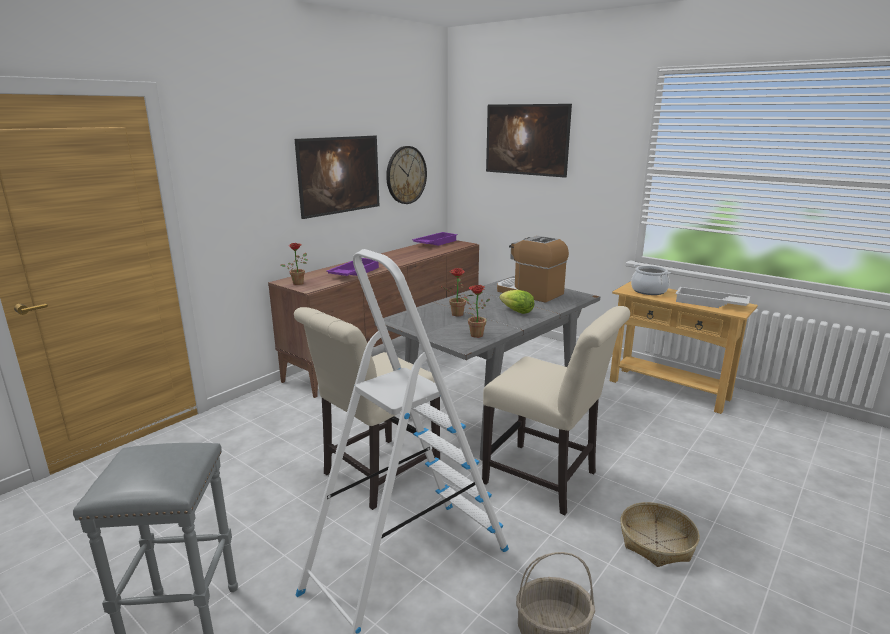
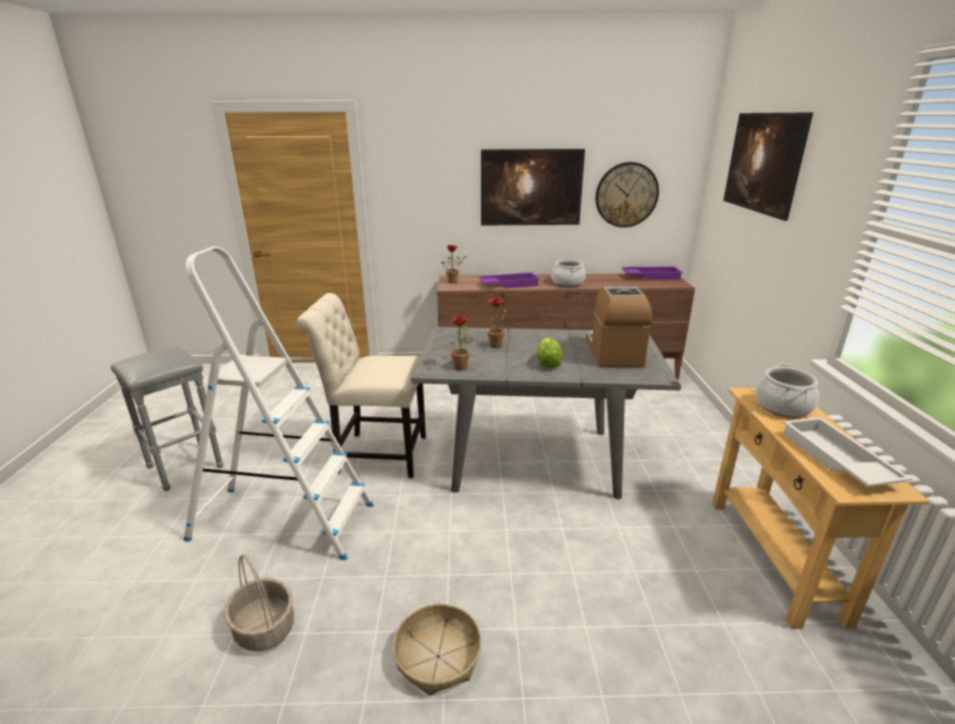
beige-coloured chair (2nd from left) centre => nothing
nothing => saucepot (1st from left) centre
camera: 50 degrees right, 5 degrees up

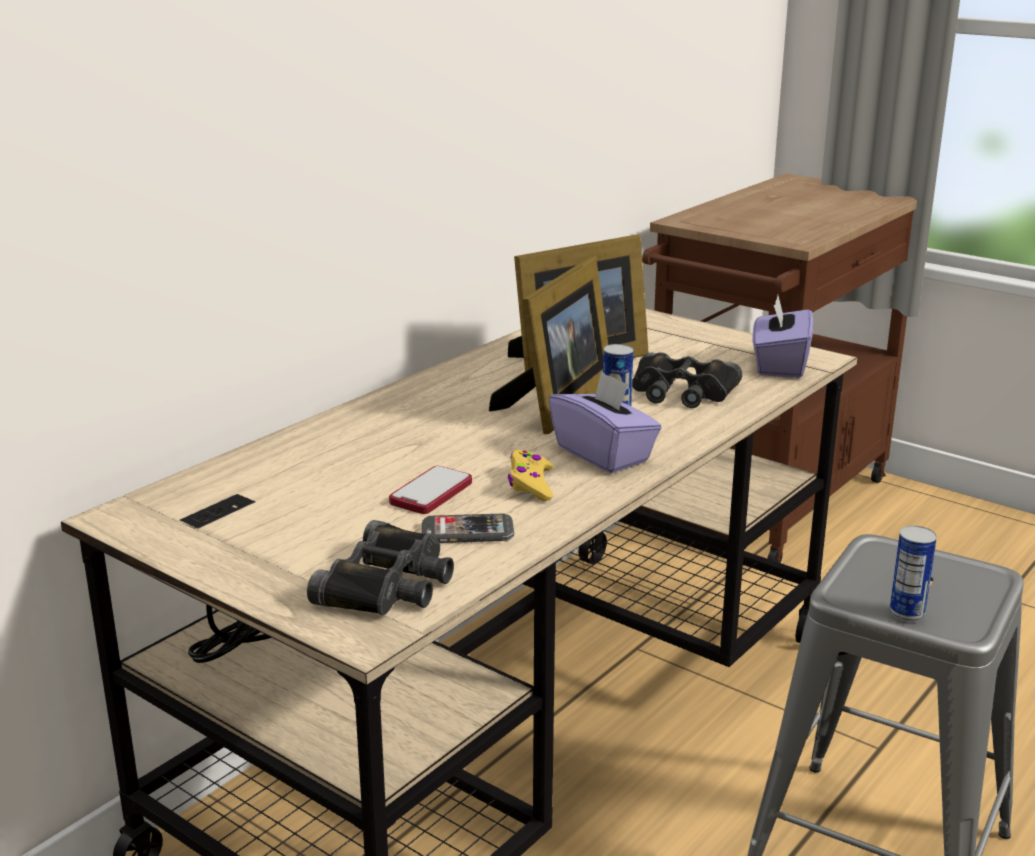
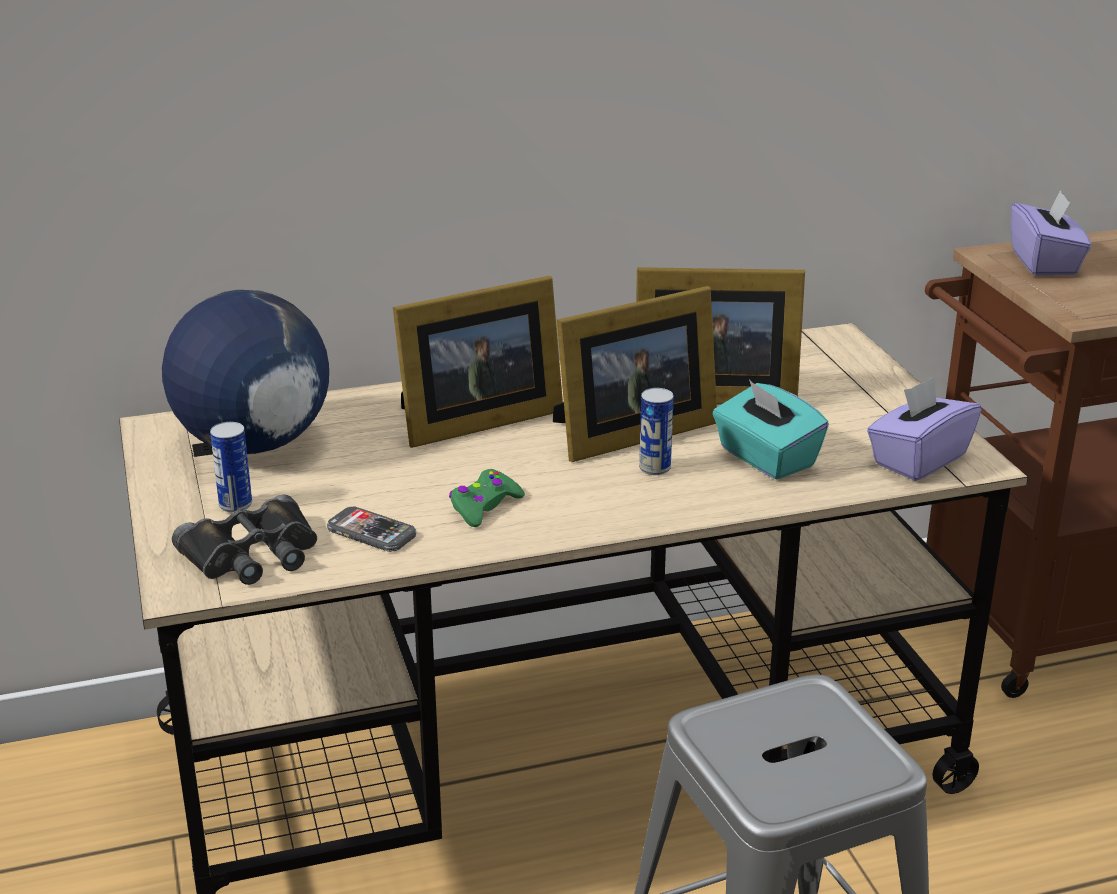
black-coloured field glasses (2nd from left) centre => turquoise-coloured tissue holder middle right
purplish tissue holder (1st from left in the first image) centre => purplish tissue holder (2nd from left) top right, moved
yellow-coloured game controller centre => green-coloured game controller centre
handset (1st from left) centre => nothing
can (2nd from left in the first image) bottom right => can (1st from left) middle left, moved
nothing => standing frame (1st from left) centre
nothing => world globe middle left
camera: 35 degrees right, 5 degrees up

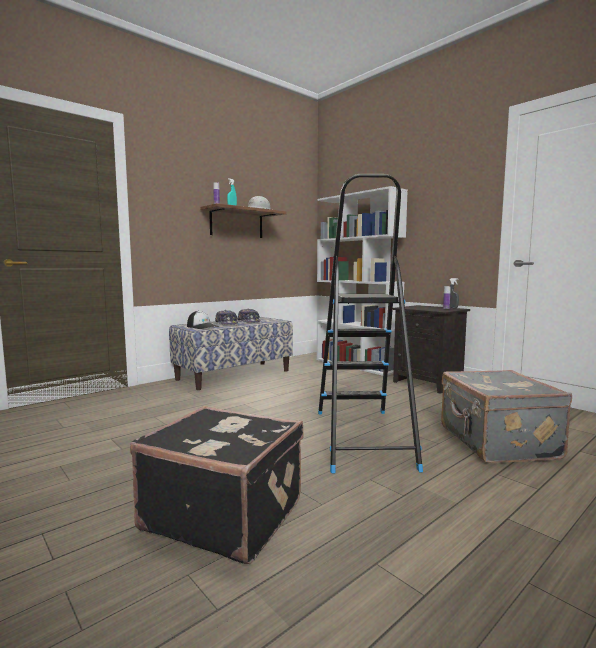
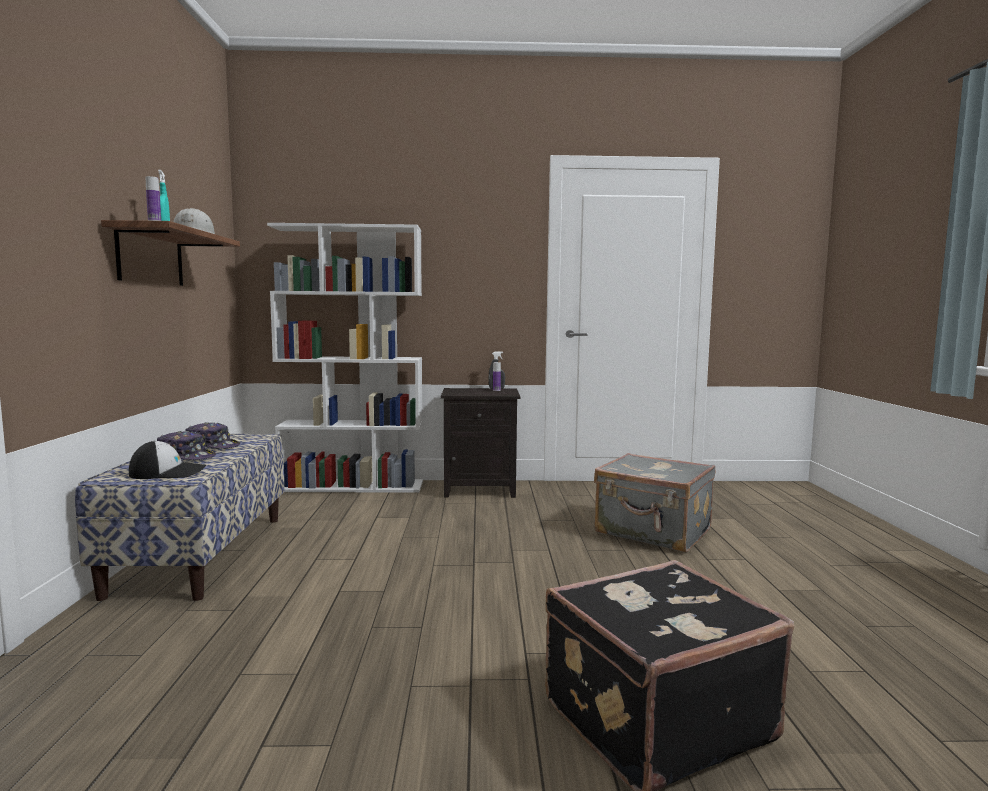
black-coloured stepladder centre => nothing
camera: 50 degrees left, 0 degrees up

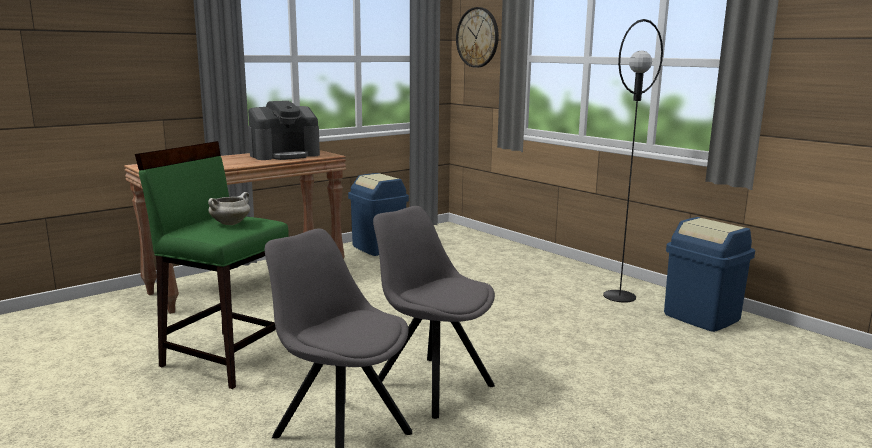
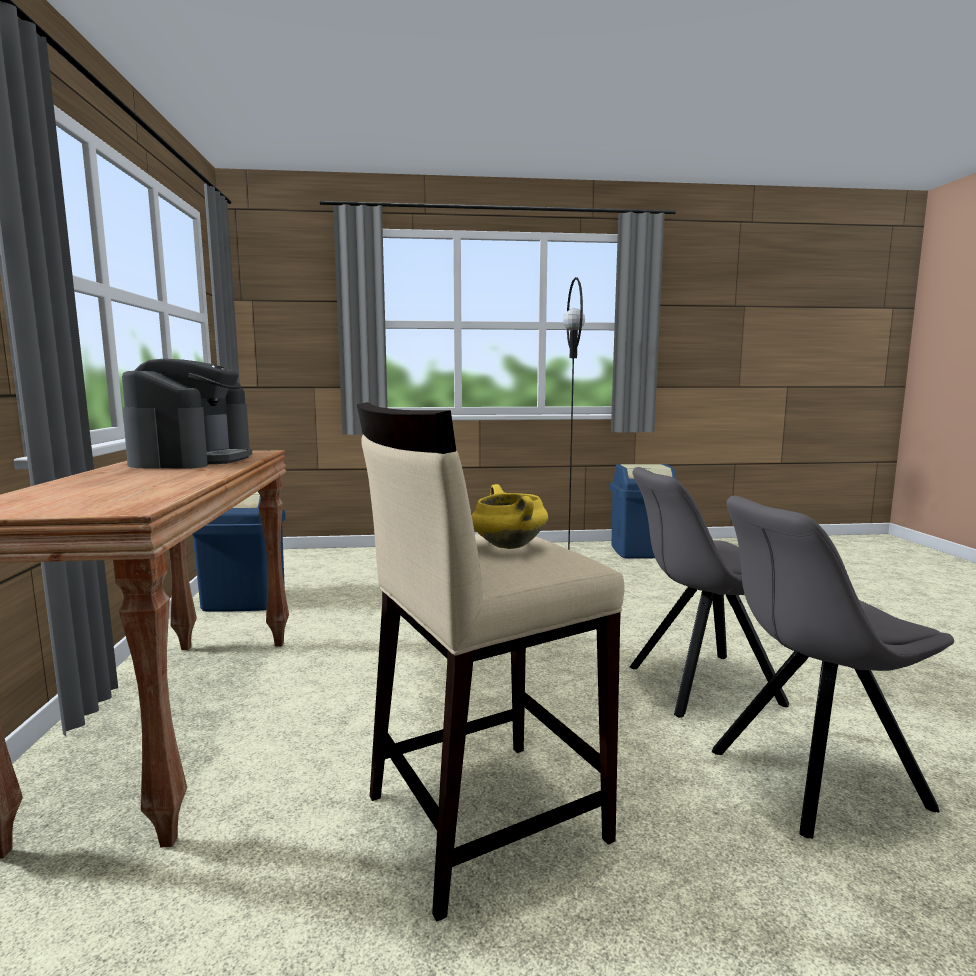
wall clock top centre => nothing
green-coloured stool middle left => beige-coloured stool bottom centre
white-coloured saucepot middle left => yellow-coloured saucepot centre
camera: 55 degrees left, 5 degrees down

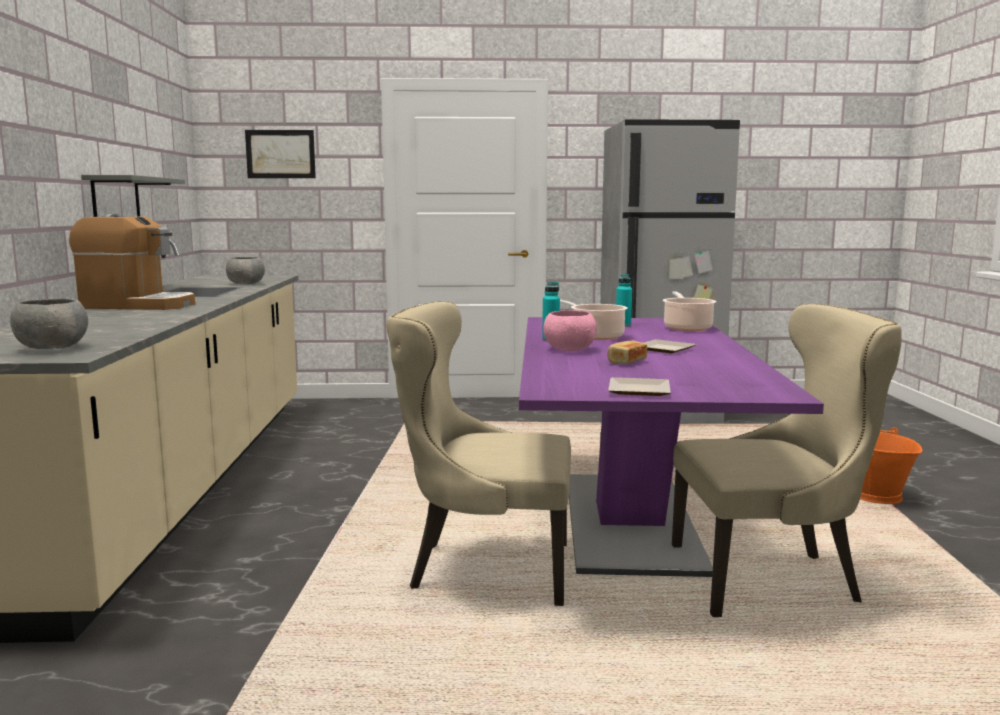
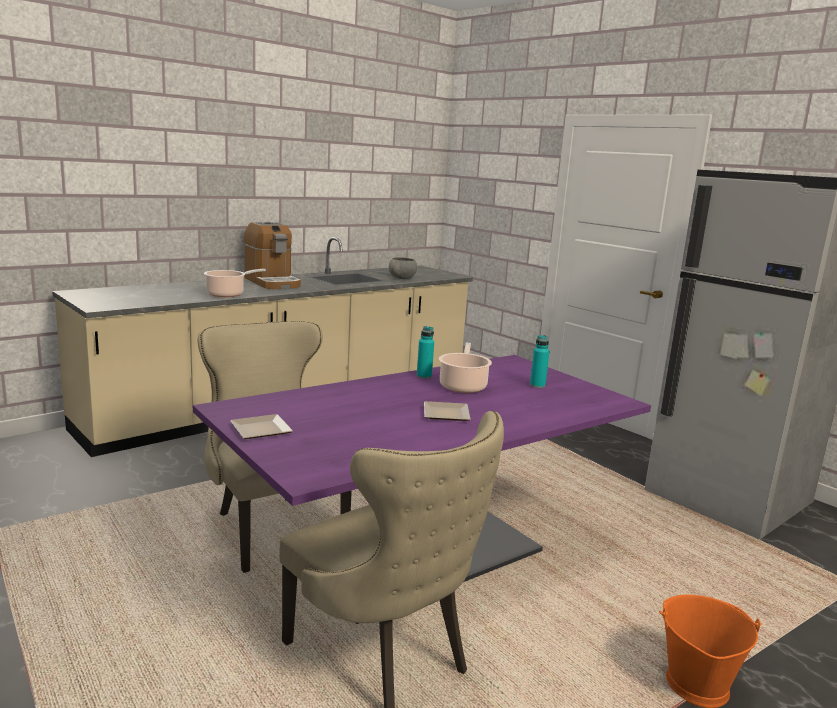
wall picture top left => nothing
grey bracket shelf top left => nothing
saucepot (2nd from left in the first image) middle right => saucepot (1st from left) middle left, moved
grey bowl (1st from left) middle left => nothing
pink bowl centre => nothing
bread centre => nothing
camera: 50 degrees right, 5 degrees up

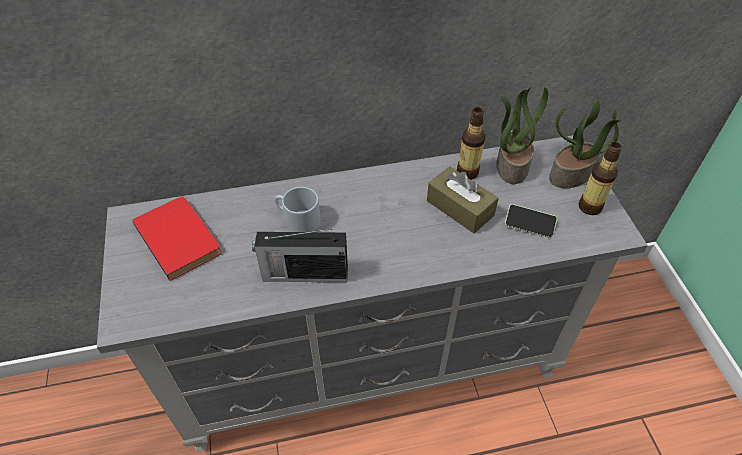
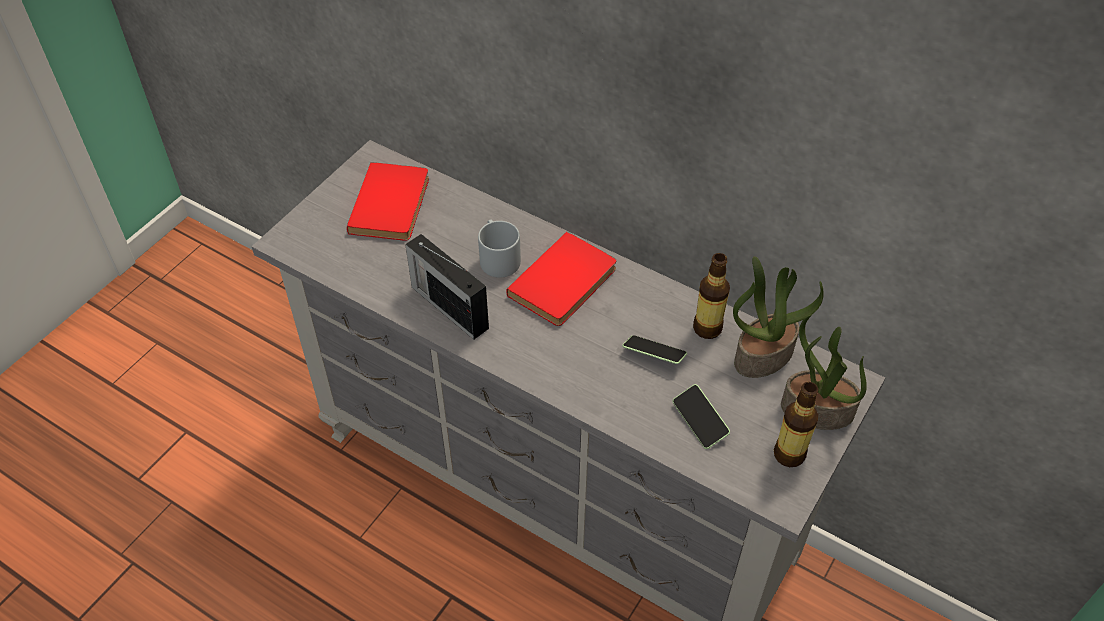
brown tissue holder centre => handset (1st from left) centre
nothing => red-coloured volume (2nd from left) centre
camera: 45 degrees right, 0 degrees up

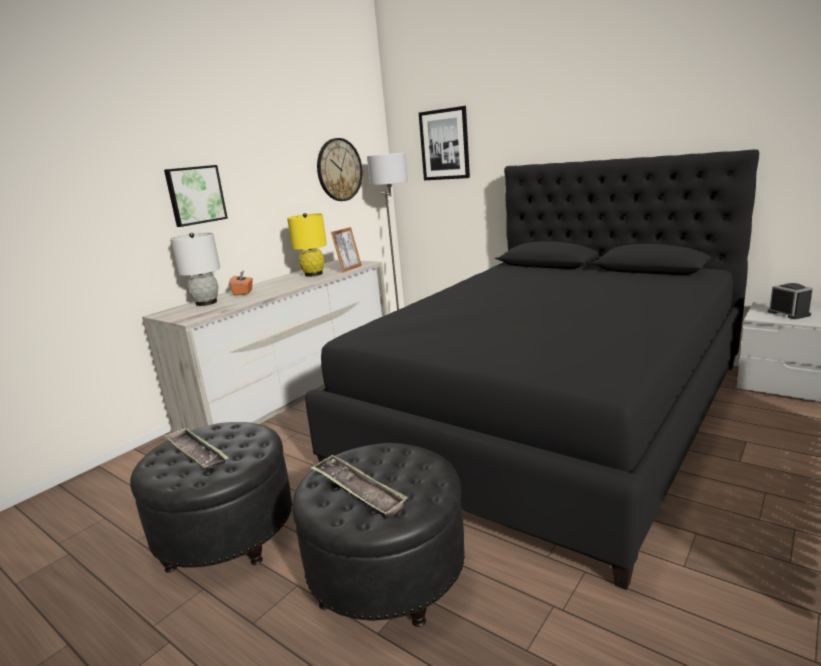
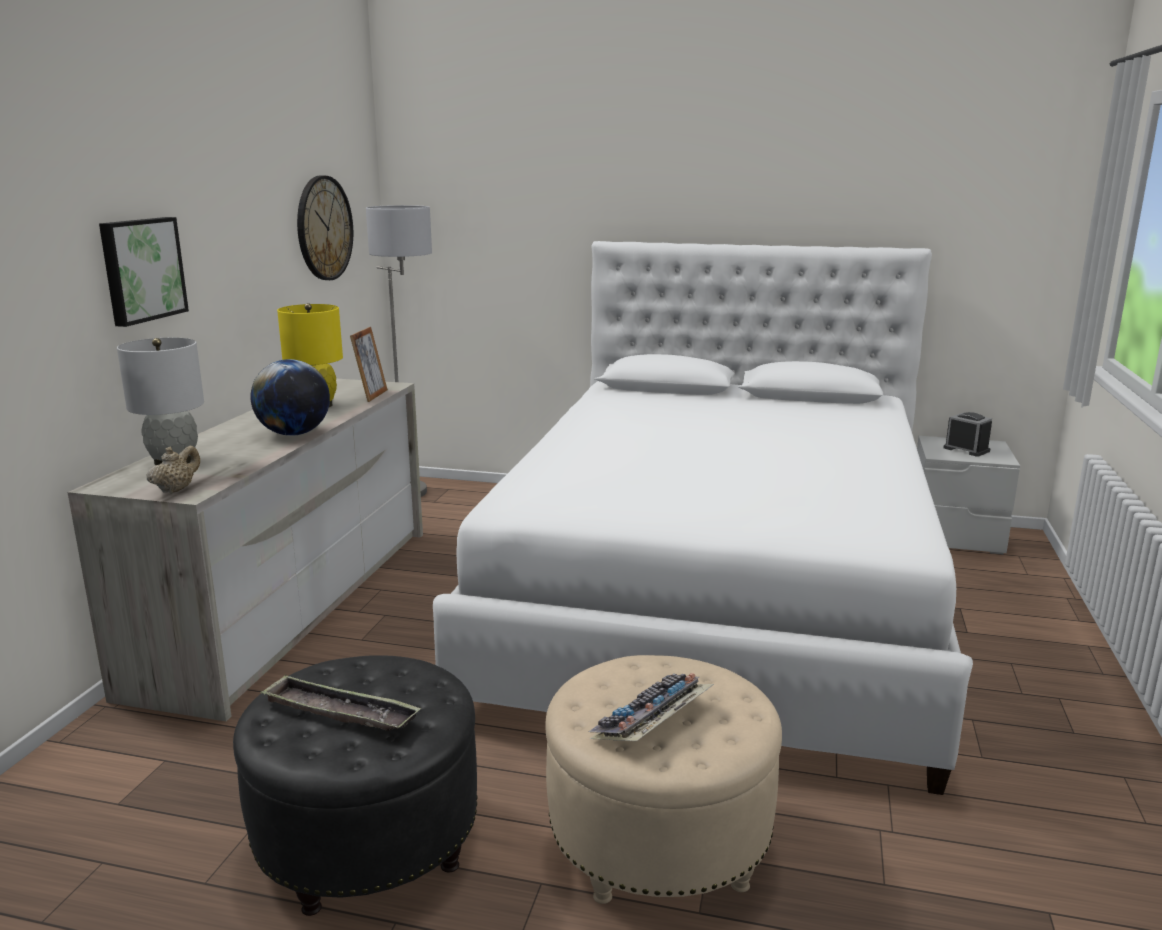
wall picture (2nd from left) top centre => nothing
black-coloured sleeping bed centre => white-coloured sleeping bed centre
orange-coloured tissue holder middle left => nothing
black-coloured ottoman (2nd from left) bottom centre => beige-coloured ottoman bottom centre
serving tray (2nd from left) bottom centre => computer keyboard bottom centre
nothing => world globe middle left
nothing => beige-coloured tea pot middle left
camera: 25 degrees left, 0 degrees up

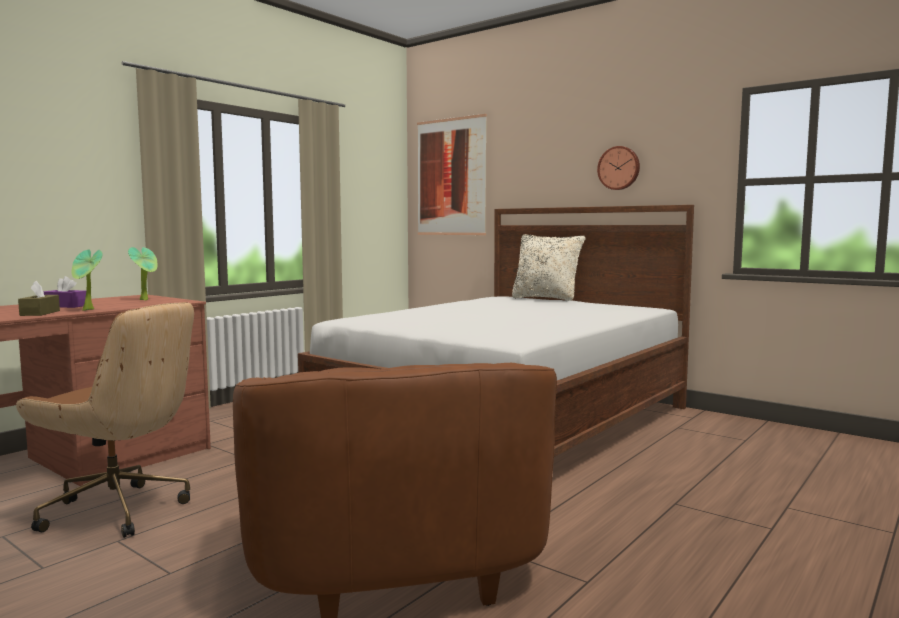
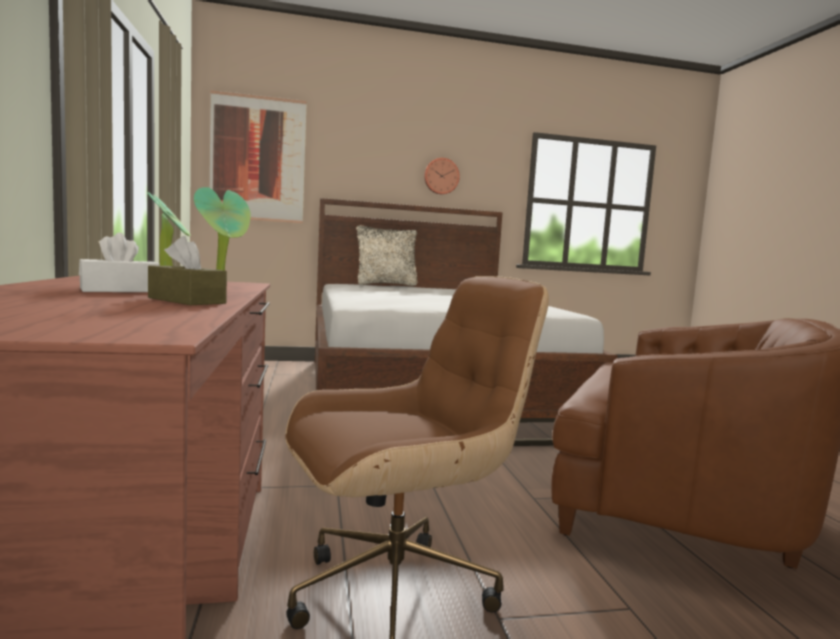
purplish tissue holder middle left => white-coloured tissue holder middle left
camera: 50 degrees left, 0 degrees up

